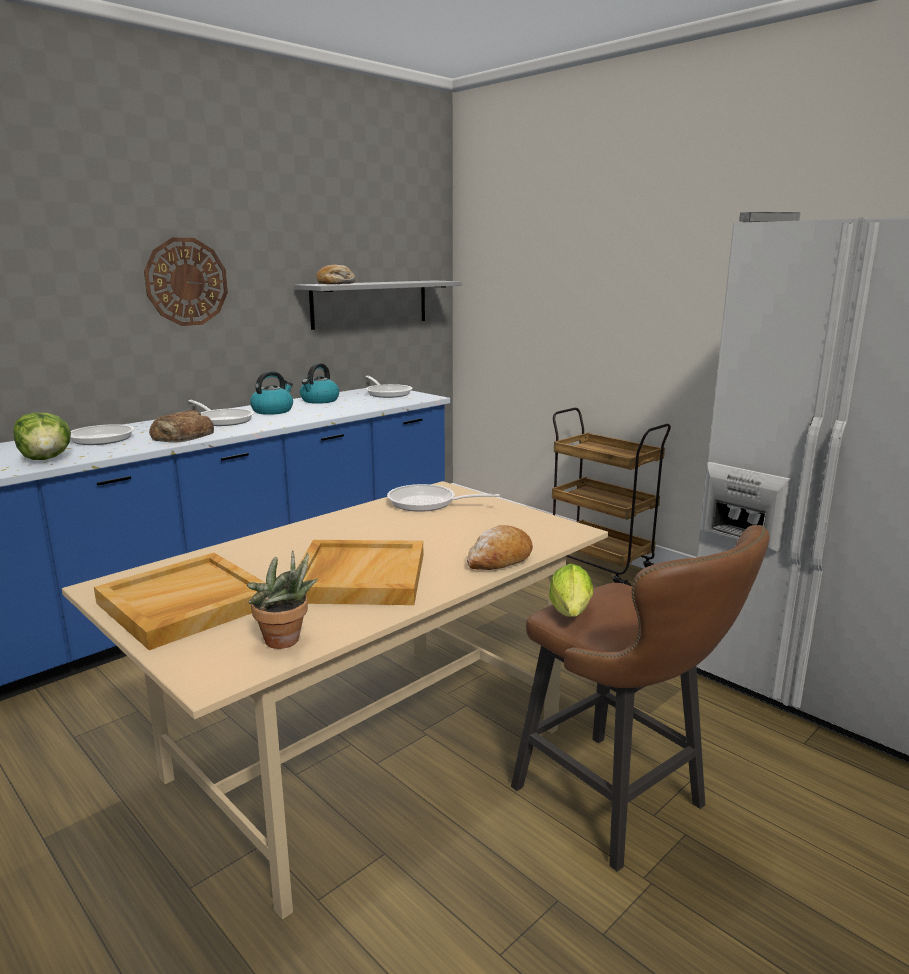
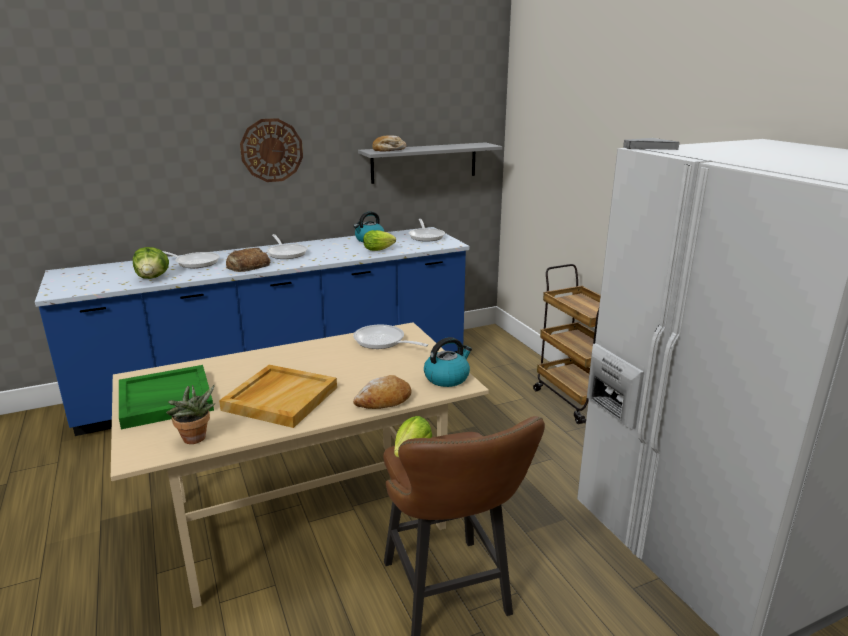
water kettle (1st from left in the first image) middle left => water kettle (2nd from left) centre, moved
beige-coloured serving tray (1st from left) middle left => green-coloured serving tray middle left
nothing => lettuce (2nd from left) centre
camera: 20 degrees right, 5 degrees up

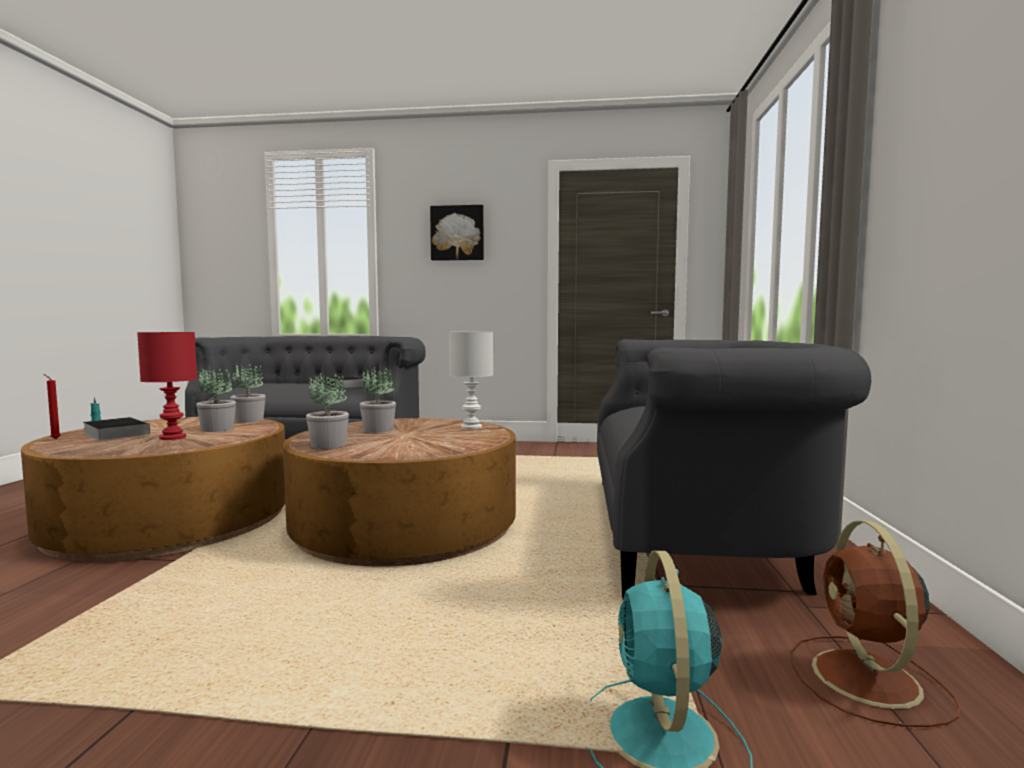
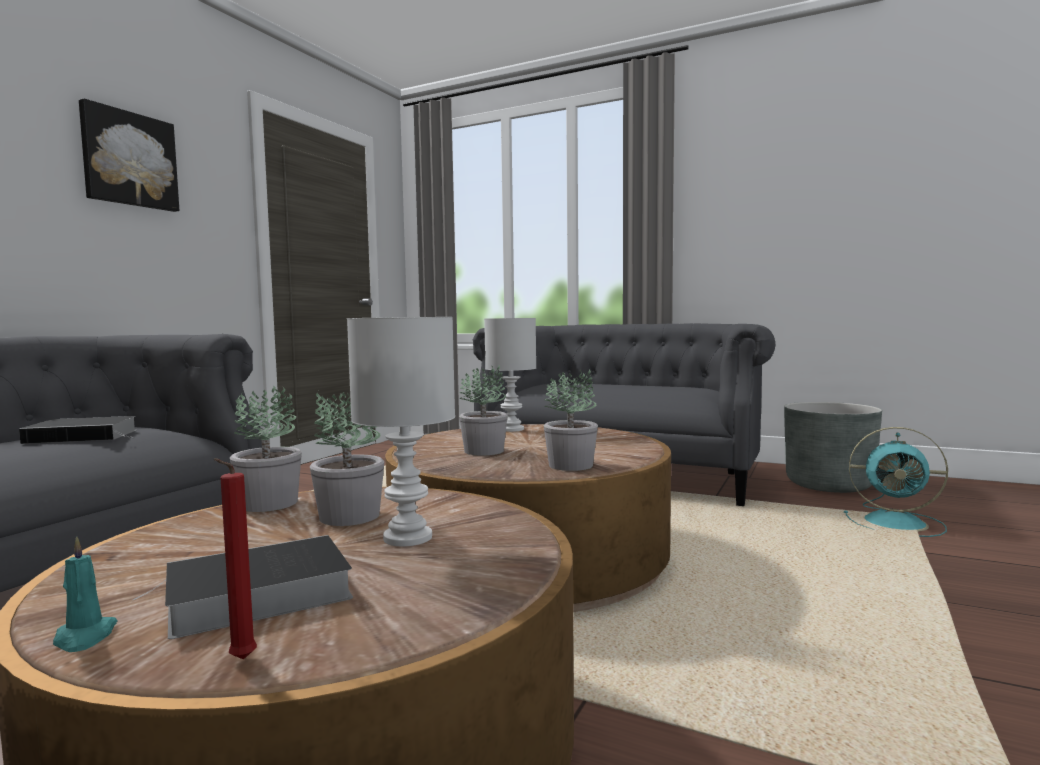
red-coloured tabletop lamp middle left => white-coloured tabletop lamp (1st from left) centre
brown fan bottom right => grey flower pot middle right
camera: 70 degrees left, 0 degrees up

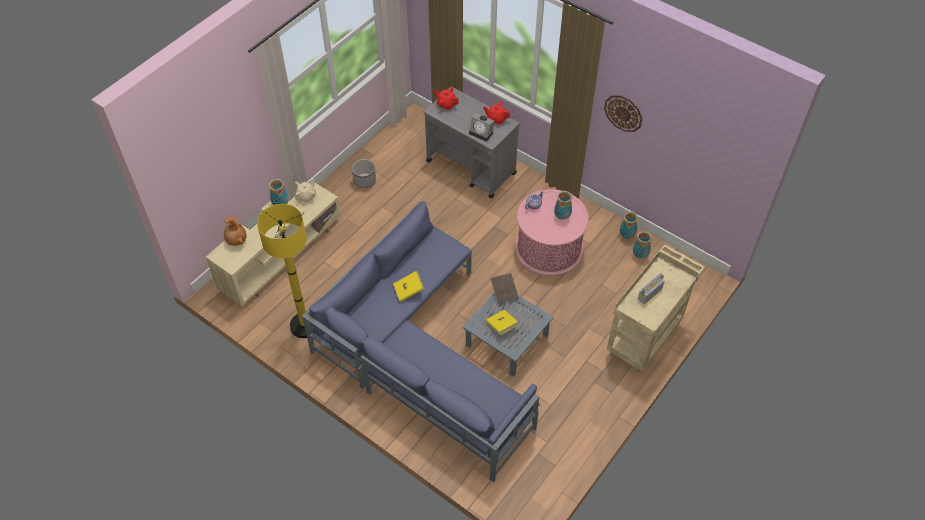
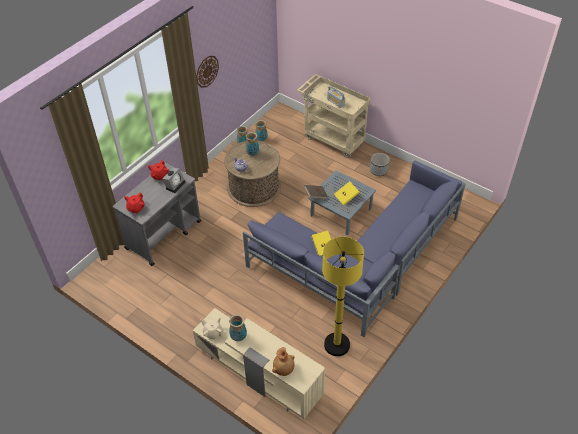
flower pot top centre => flower pot centre, moved
pink lounge table centre => brown lounge table centre
camera: 90 degrees left, 5 degrees down

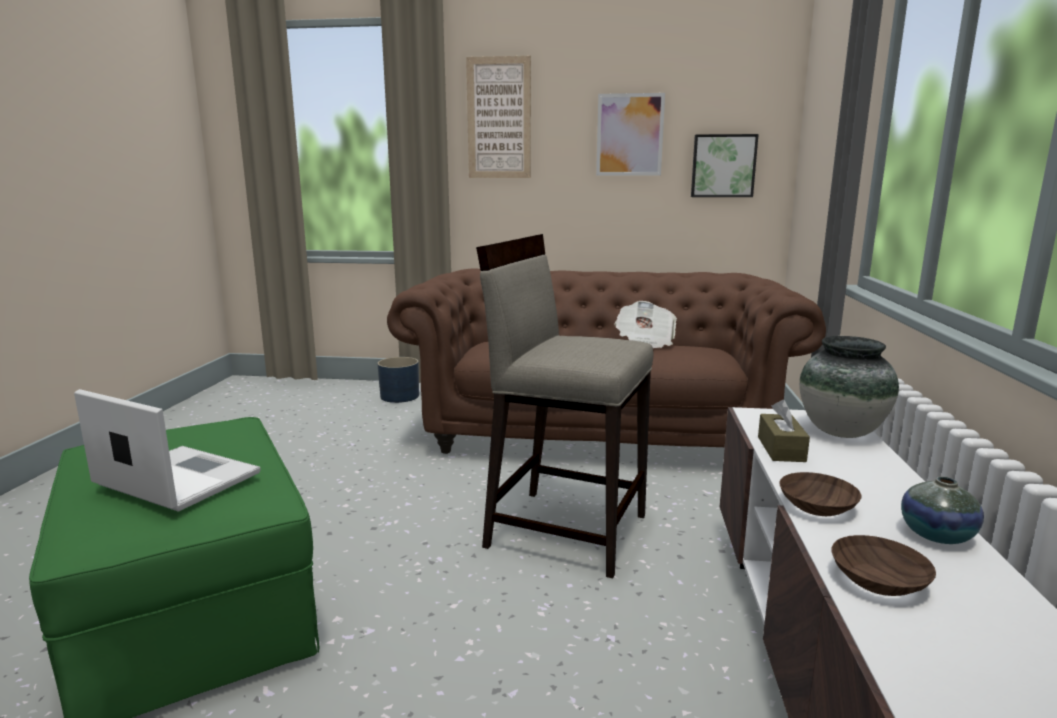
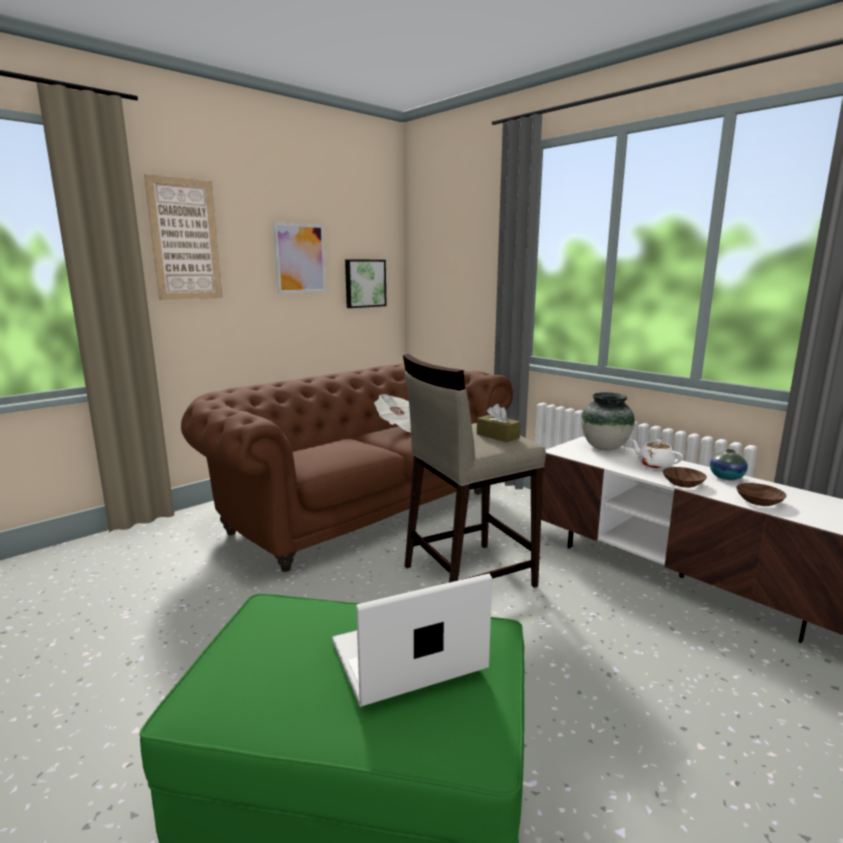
bluish flower pot centre => nothing
brown tissue holder middle right => brown tissue holder centre, moved
nothing => white-coloured tea pot middle right
camera: 50 degrees left, 0 degrees up

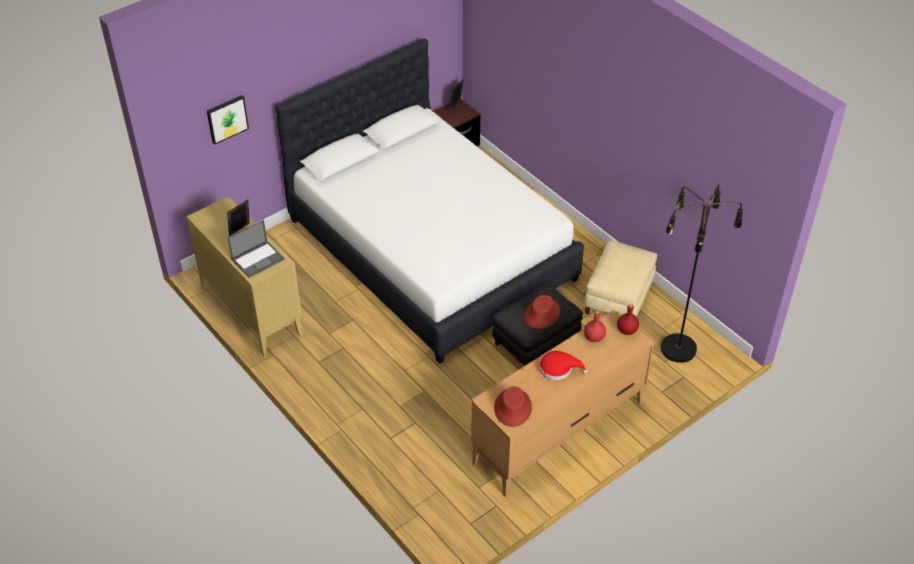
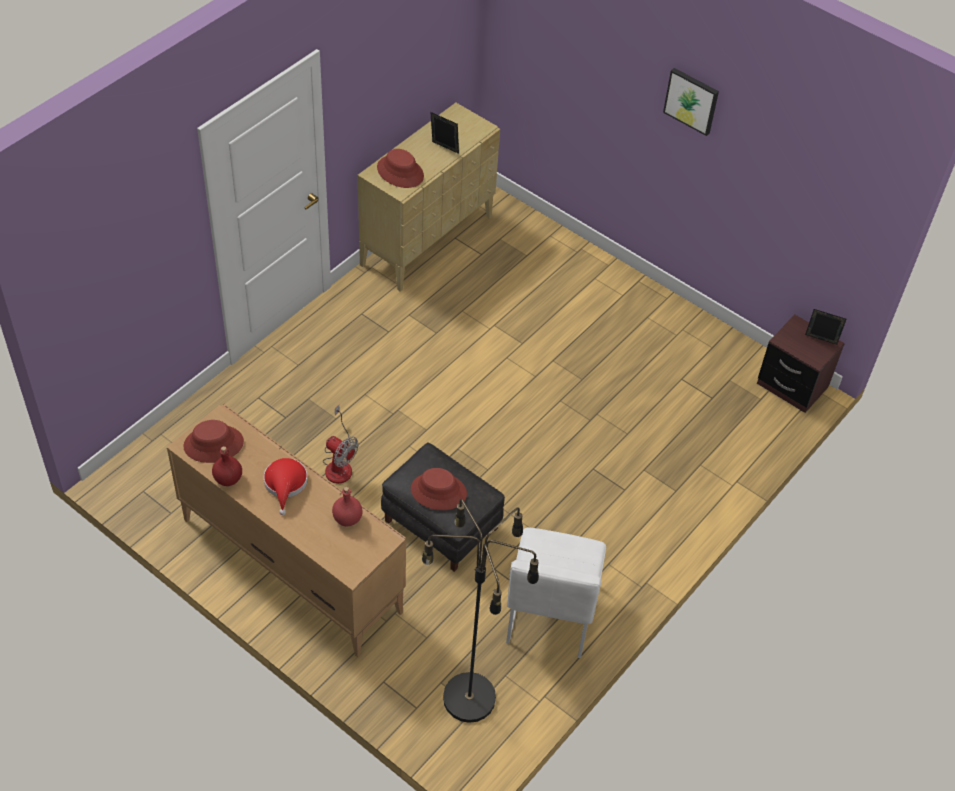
white-coloured sleeping bed centre => nothing
wall picture top left => wall picture top right, moved
notebook computer middle left => red-coloured clothing hat (3rd from left) top centre
beige-coloured ottoman middle right => white-coloured chair bottom centre
red-coloured drink bottle (2nd from left in the first image) middle right => red-coloured drink bottle (1st from left) middle left, moved
nothing => fan centre
camera: 75 degrees right, 5 degrees up

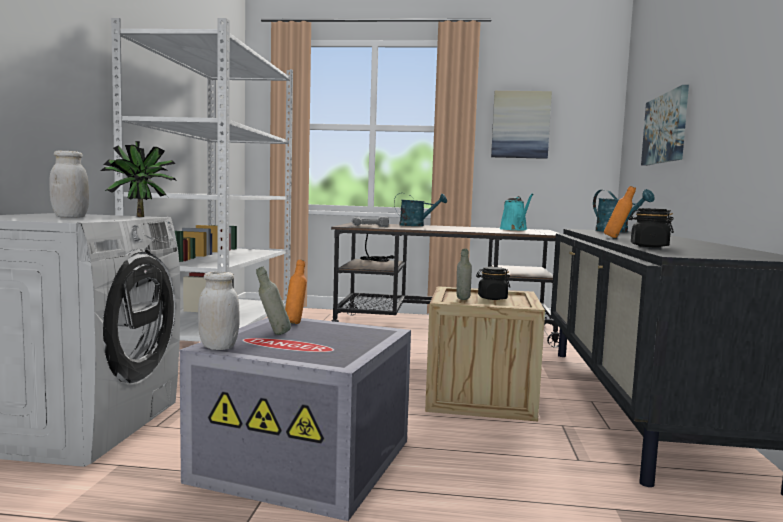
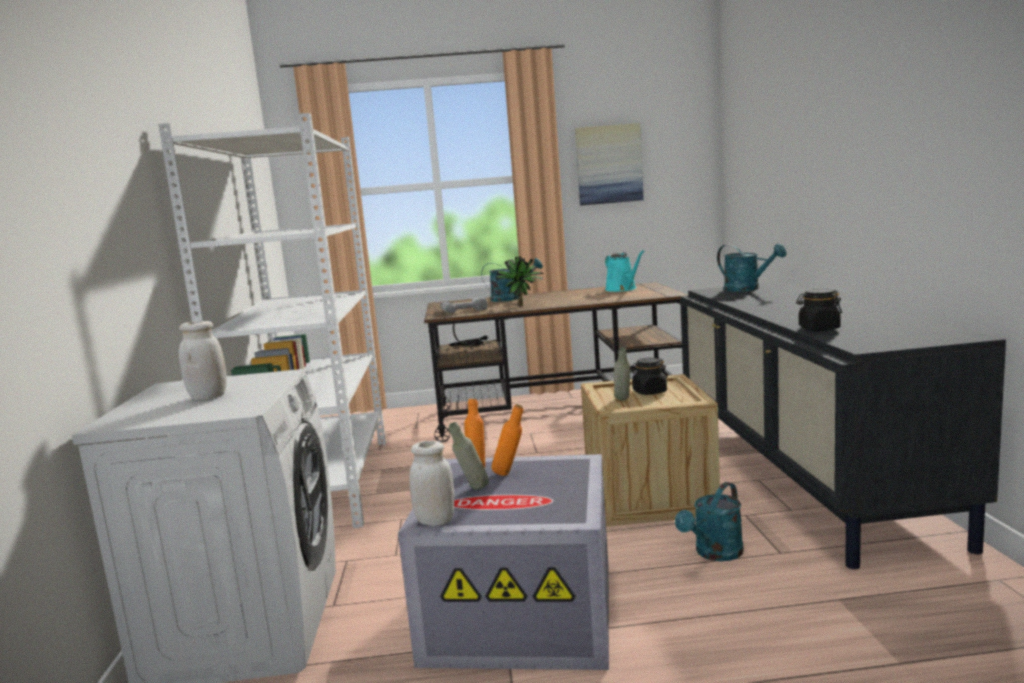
wall picture (2nd from left) top right => nothing
houseplant middle left => houseplant centre, moved
orange-coloured drink bottle (2nd from left) middle right => orange-coloured drink bottle (2nd from left) centre, moved
nothing => turquoise-coloured watering can (3rd from left) bottom right
camera: 10 degrees left, 5 degrees up

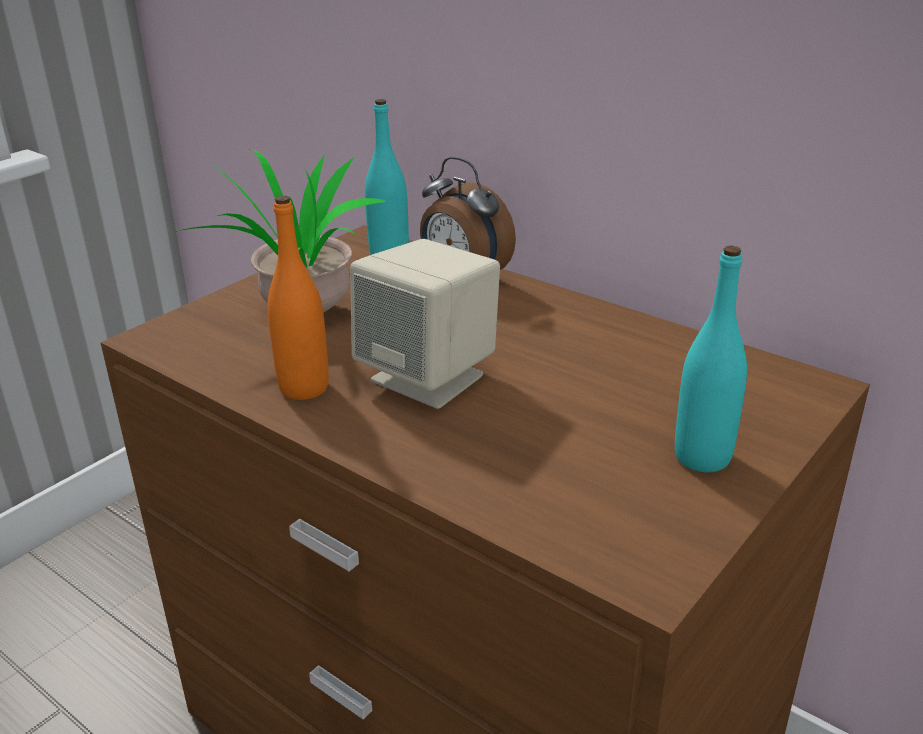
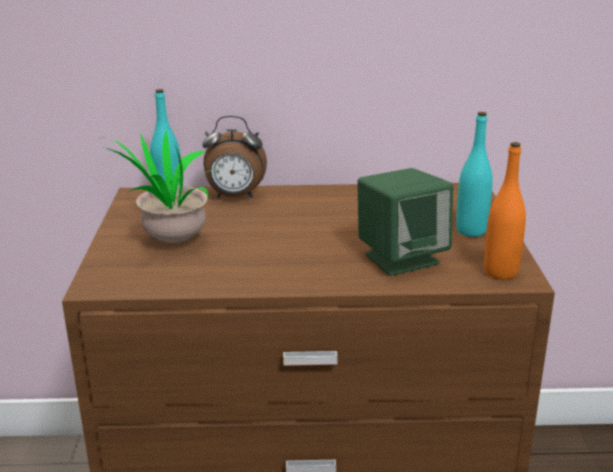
orange-coloured drink bottle middle left => orange-coloured drink bottle middle right, moved
beige-coloured loudspeaker centre => nothing
nothing => green-coloured loudspeaker centre
camera: 40 degrees left, 5 degrees down

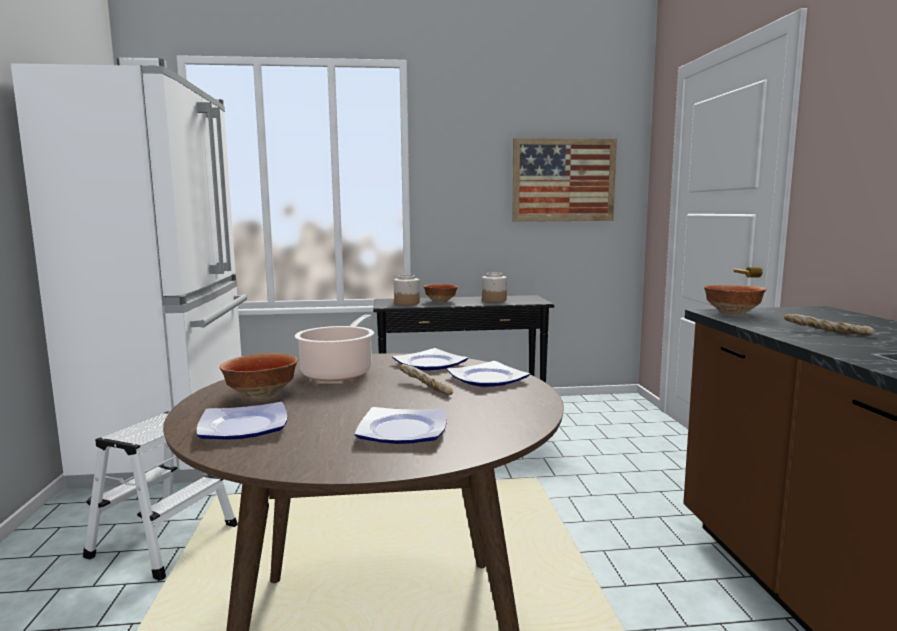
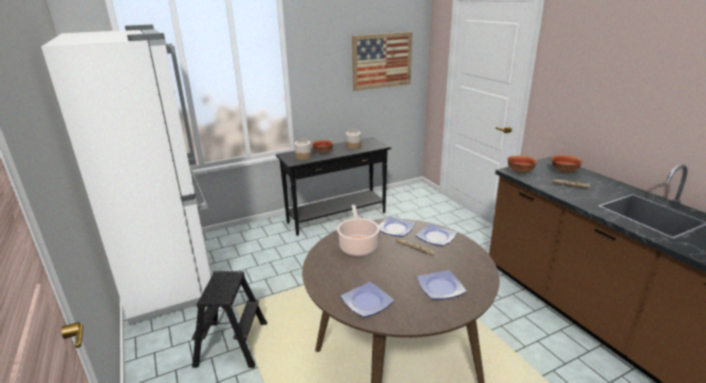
bowl (1st from left in the first image) middle left => bowl (3rd from left) middle right, moved
white-coloured stepladder bottom left => black-coloured stepladder bottom left
camera: 20 degrees left, 15 degrees up

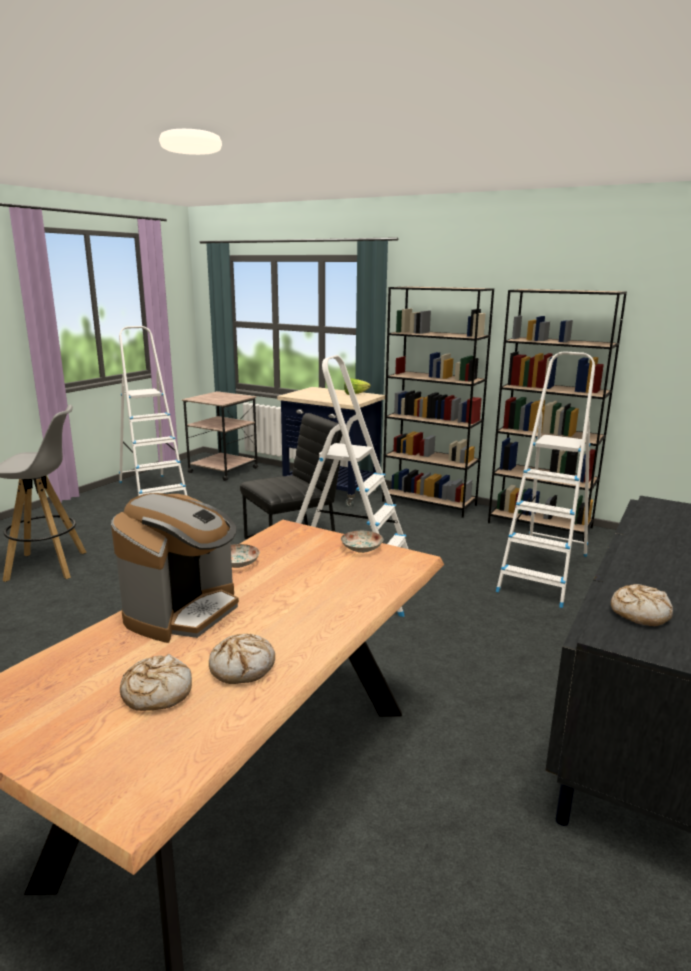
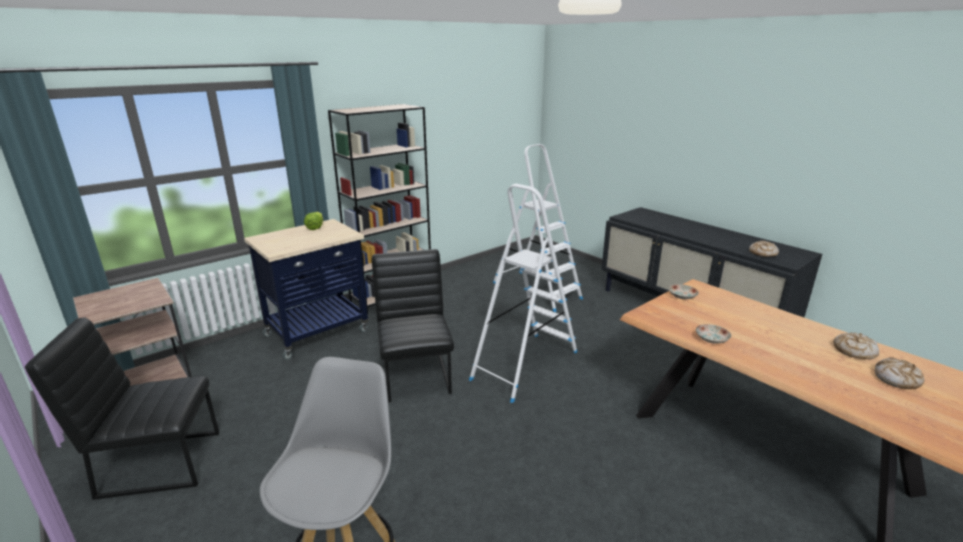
beige-coloured bookshelf (2nd from left) middle right => nothing
white-coloured stepladder (1st from left) middle left => black-coloured chair (1st from left) bottom left
coffee maker middle left => nothing
camera: 70 degrees left, 5 degrees up

